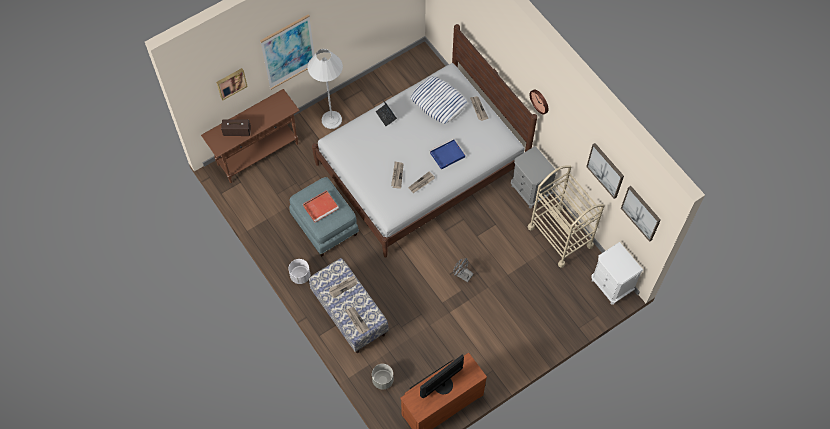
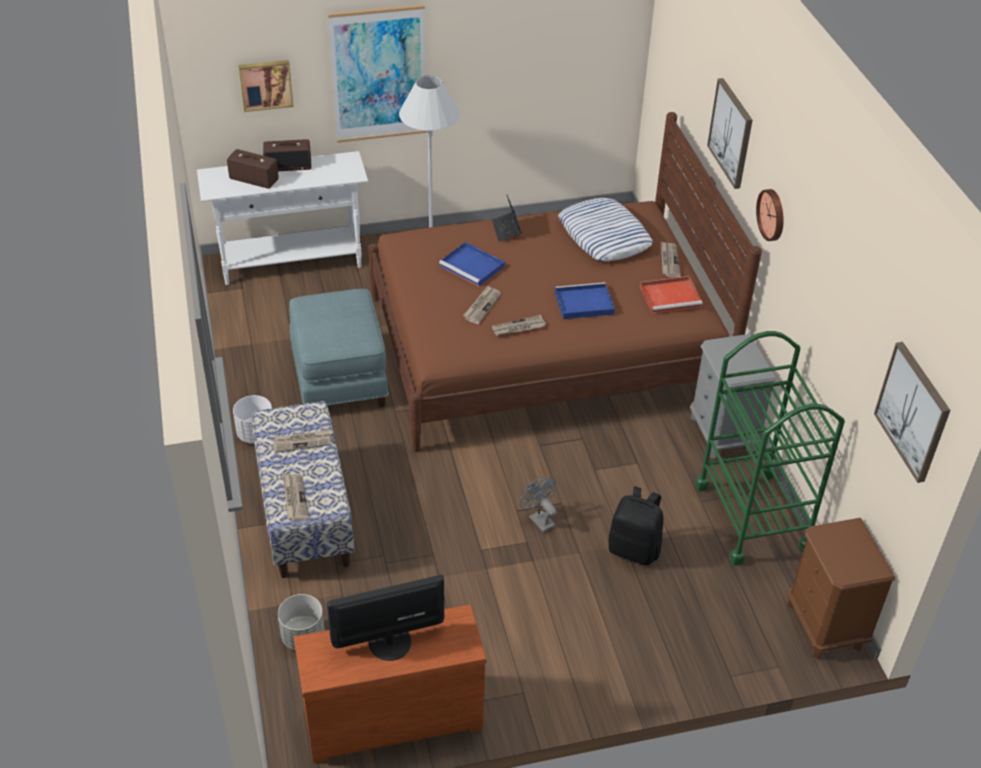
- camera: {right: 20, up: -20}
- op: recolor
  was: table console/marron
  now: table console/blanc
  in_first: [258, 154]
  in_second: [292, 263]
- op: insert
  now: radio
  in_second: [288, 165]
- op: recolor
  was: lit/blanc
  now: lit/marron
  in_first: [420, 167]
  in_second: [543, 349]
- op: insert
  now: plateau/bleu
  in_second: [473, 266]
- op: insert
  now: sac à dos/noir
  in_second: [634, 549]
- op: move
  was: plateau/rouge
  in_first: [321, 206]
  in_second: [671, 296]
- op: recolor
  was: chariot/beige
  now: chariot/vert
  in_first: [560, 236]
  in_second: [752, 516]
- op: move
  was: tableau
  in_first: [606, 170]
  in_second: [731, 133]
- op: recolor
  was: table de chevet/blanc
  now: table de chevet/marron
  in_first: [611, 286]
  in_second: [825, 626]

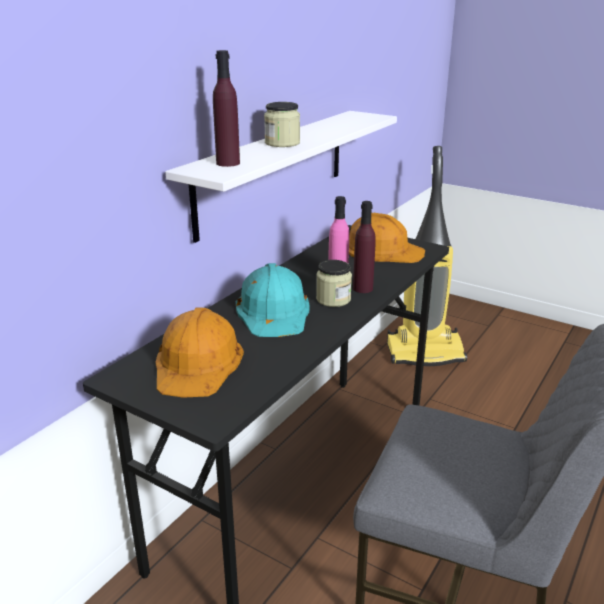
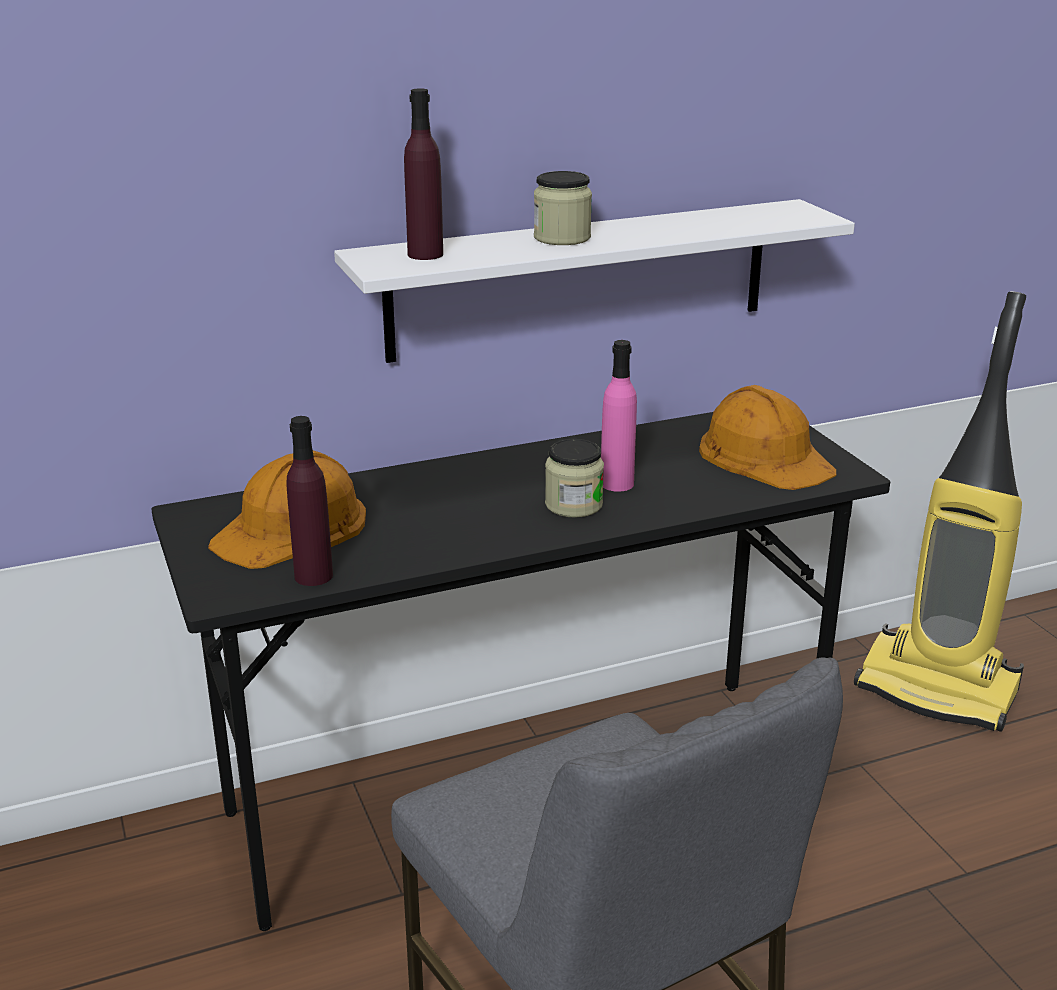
- camera: {right: 35, up: 0}
- op: move
  was: bouteille/violet
  in_first: [362, 288]
  in_second: [313, 576]
- op: delete
  was: casque de chantier/turquoise
  in_first: [274, 311]

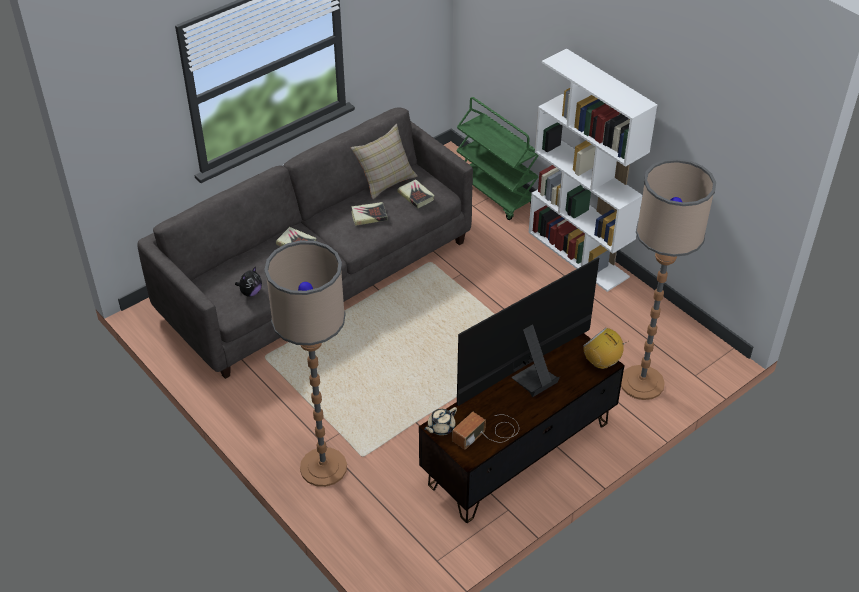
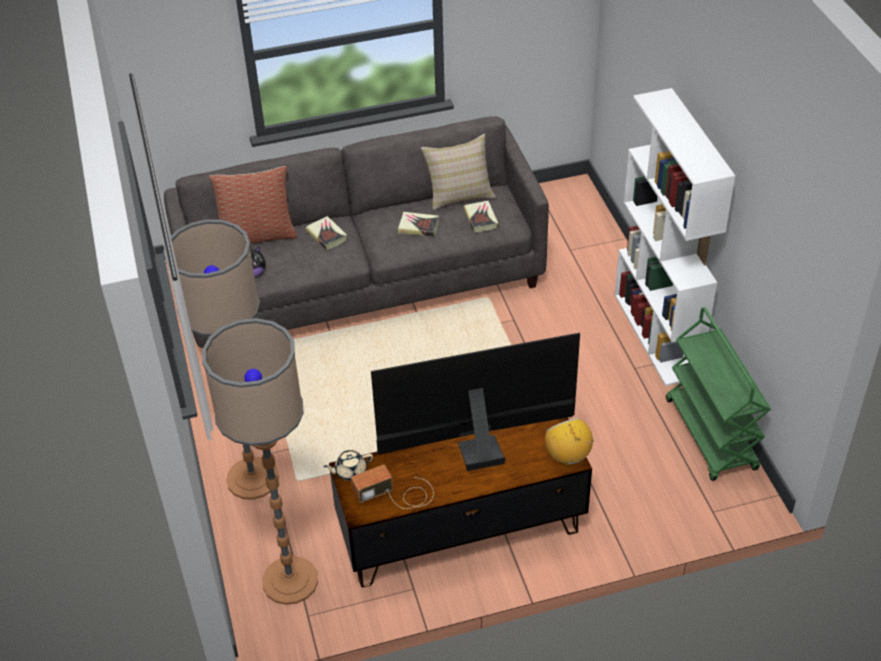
- camera: {right: 25, up: 0}
- op: move
  was: lampadaire
  in_first: [641, 382]
  in_second: [290, 580]
- op: insert
  now: coussin
  in_second: [257, 235]
- op: move
  was: chariot/vert
  in_first: [495, 193]
  in_second: [711, 435]

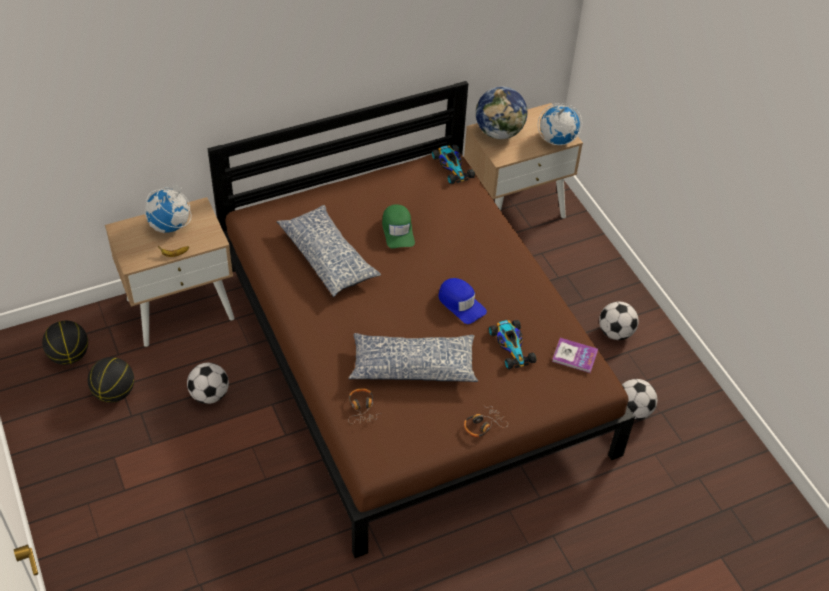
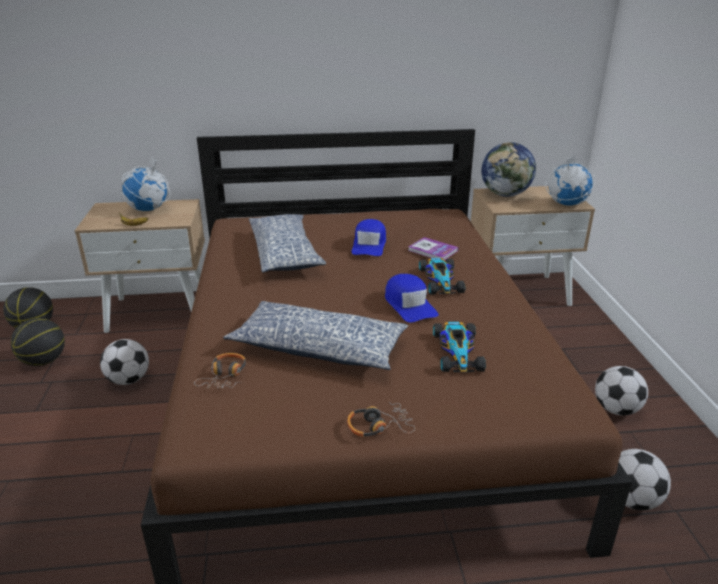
- camera: {right: 20, up: -20}
- op: recolor
  was: casquette/vert
  now: casquette/bleu
  in_first: [398, 230]
  in_second: [369, 245]
- op: move
  was: livre
  in_first: [574, 356]
  in_second: [432, 250]
- op: move
  was: petite voiture
  in_first: [452, 166]
  in_second: [440, 280]

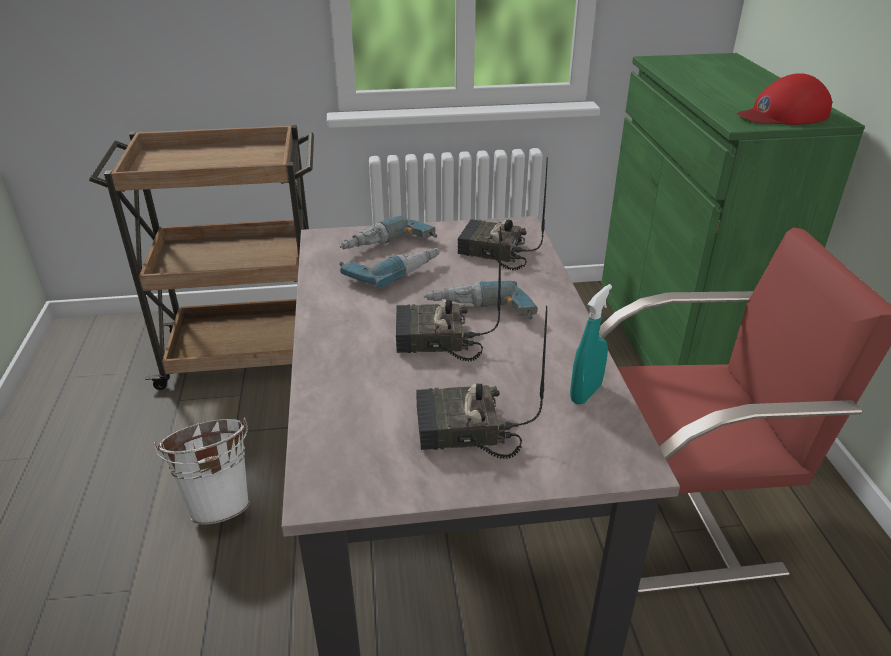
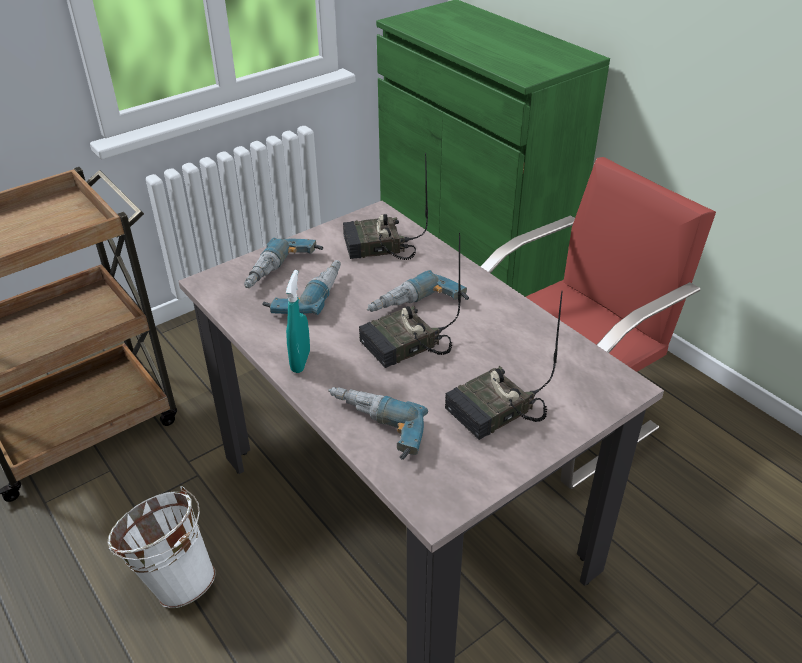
- camera: {right: -30, up: 5}
- op: move
  was: vaporisateur/turquoise
  in_first: [585, 393]
  in_second: [300, 361]
- op: insert
  now: perceuse
  in_second: [371, 430]
- op: delete
  was: casquette/rouge
  in_first: [783, 115]

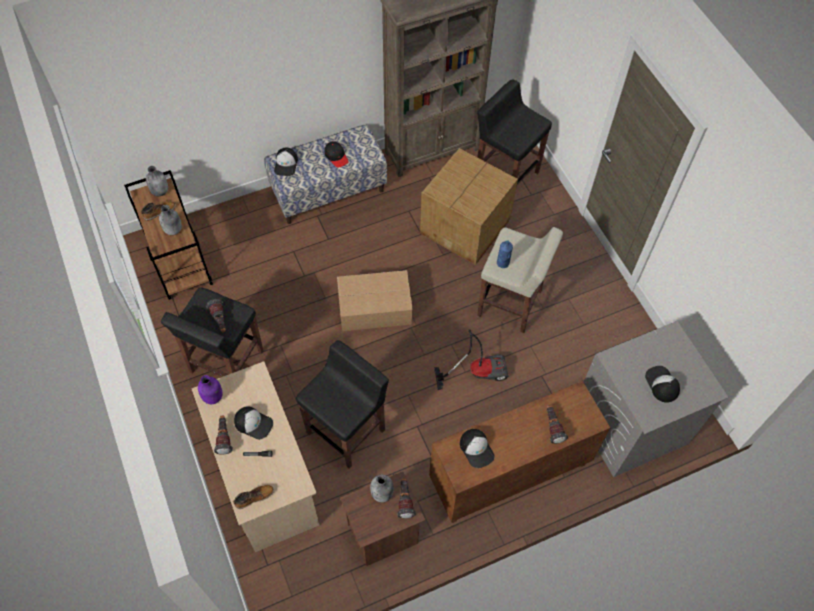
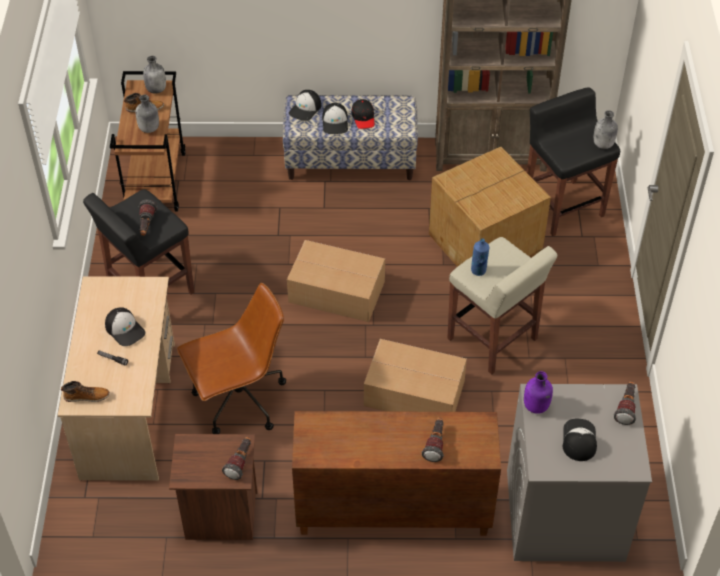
- camera: {right: 25, up: -10}
- op: replace
  was: tabouret/noir
  now: chaise de bureau/marron
  in_first: [347, 431]
  in_second: [238, 401]
- op: move
  was: casquette
  in_first: [477, 449]
  in_second: [335, 122]
- op: replace
  was: aspirateur
  now: carton
  in_first: [477, 371]
  in_second: [415, 394]
- op: move
  was: bouteille/violet
  in_first: [213, 397]
  in_second: [536, 406]
- op: move
  was: bouteille/gris
  in_first: [382, 494]
  in_second: [603, 145]
- op: move
  was: lampe de poche
  in_first: [224, 437]
  in_second: [626, 407]

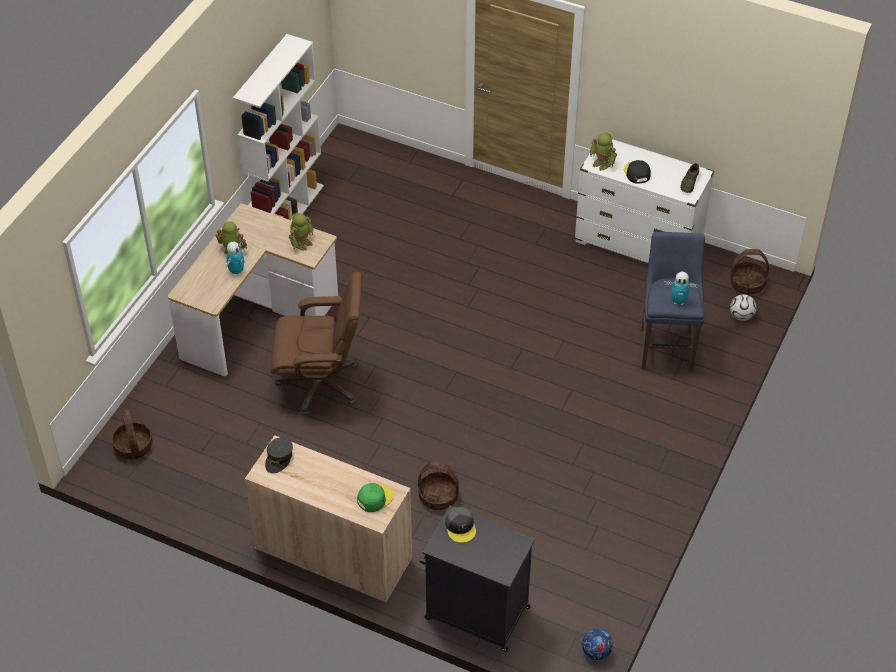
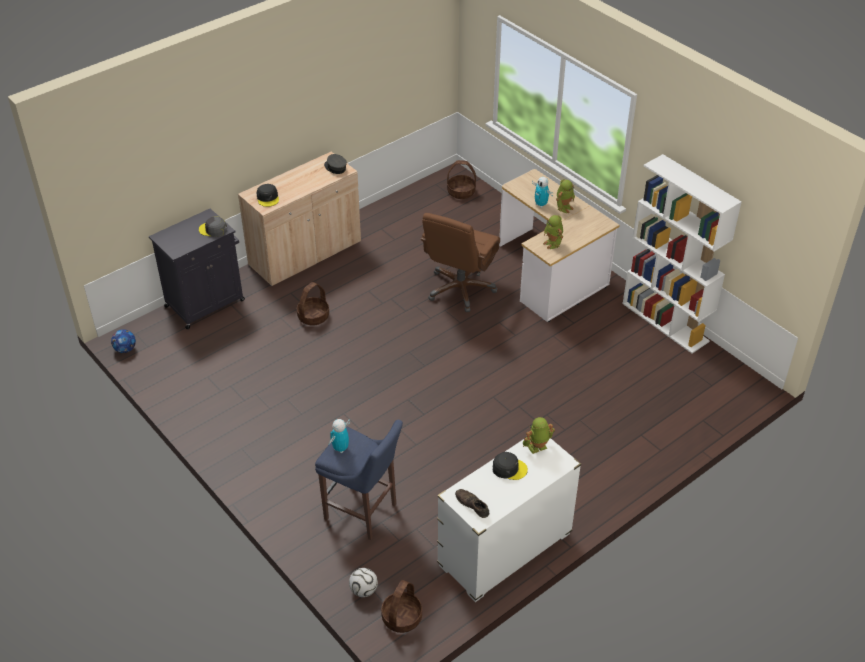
- camera: {right: 115, up: -5}
- op: recolor
  was: casquette/vert
  now: casquette/noir
  in_first: [374, 498]
  in_second: [268, 198]

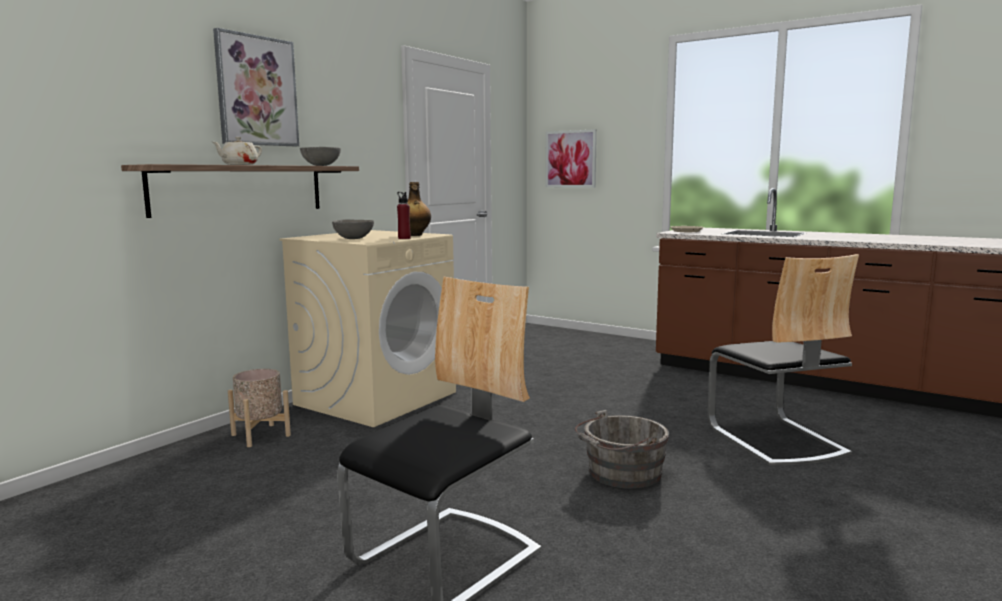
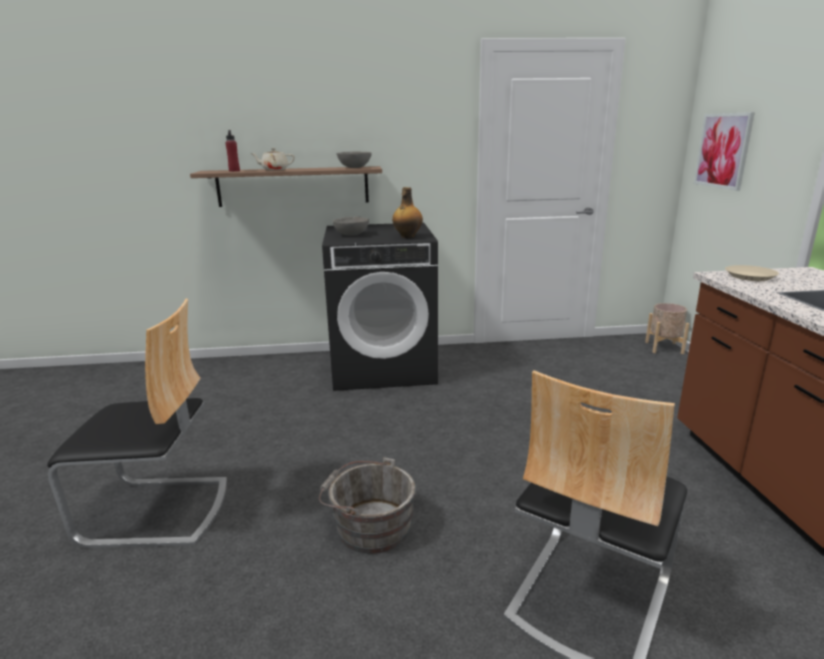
- camera: {right: 50, up: 10}
- op: move
  was: bouteille/rouge
  in_first: [404, 238]
  in_second: [234, 171]
- op: recolor
  was: lave-linge/beige
  now: lave-linge/noir
  in_first: [376, 398]
  in_second: [384, 367]
- op: move
  was: cache-pot/beige
  in_first: [260, 435]
  in_second: [664, 347]
- op: delete
  was: tableau
  in_first: [256, 91]

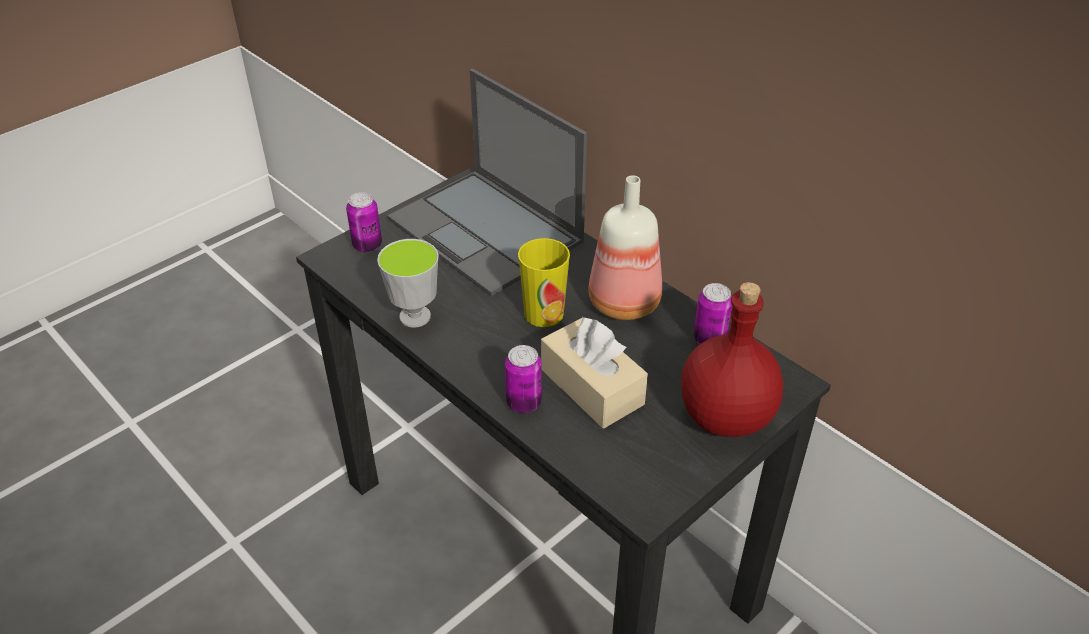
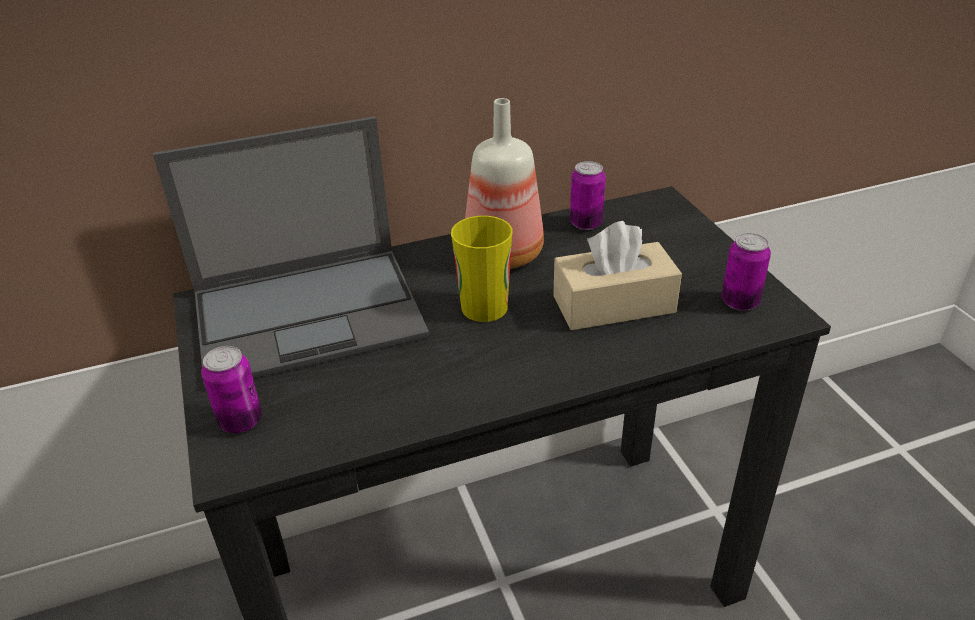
- camera: {right: -65, up: -5}
- op: move
  was: boîte métallique
  in_first: [524, 403]
  in_second: [739, 302]
- op: delete
  was: tasse
  in_first: [415, 316]
- op: delete
  was: bouteille/rouge
  in_first: [727, 417]

